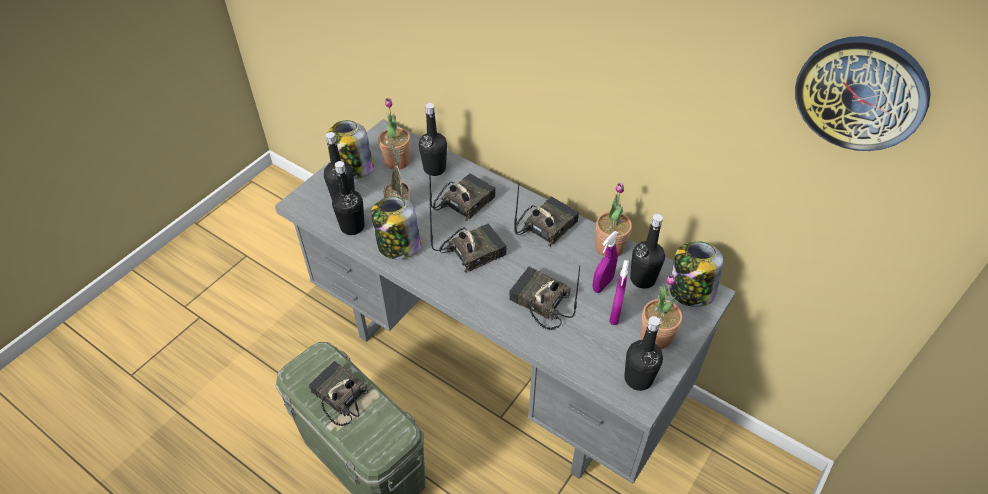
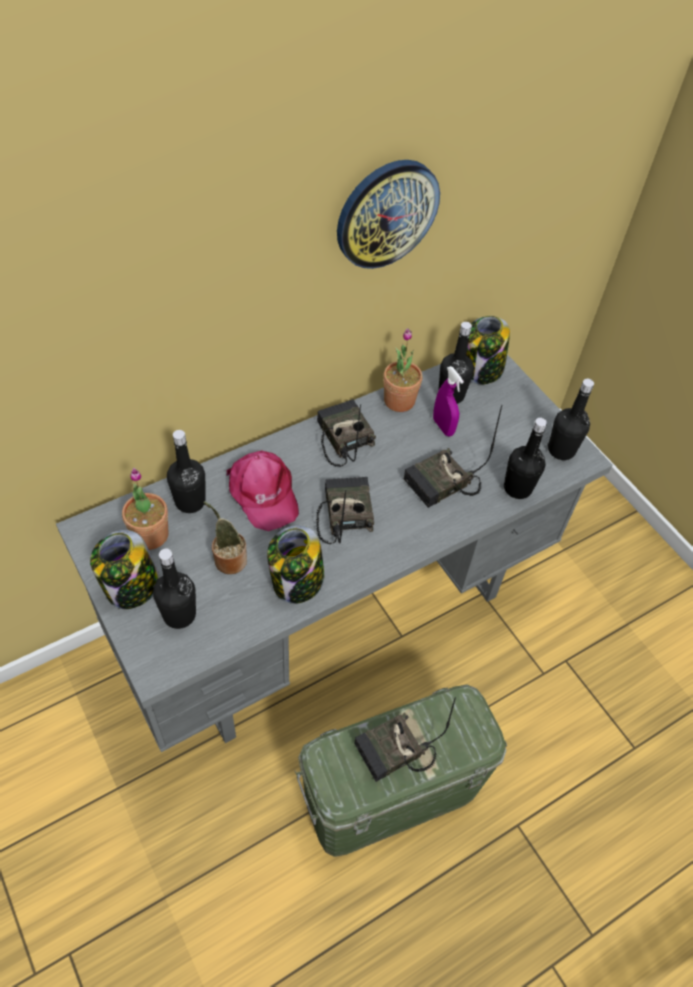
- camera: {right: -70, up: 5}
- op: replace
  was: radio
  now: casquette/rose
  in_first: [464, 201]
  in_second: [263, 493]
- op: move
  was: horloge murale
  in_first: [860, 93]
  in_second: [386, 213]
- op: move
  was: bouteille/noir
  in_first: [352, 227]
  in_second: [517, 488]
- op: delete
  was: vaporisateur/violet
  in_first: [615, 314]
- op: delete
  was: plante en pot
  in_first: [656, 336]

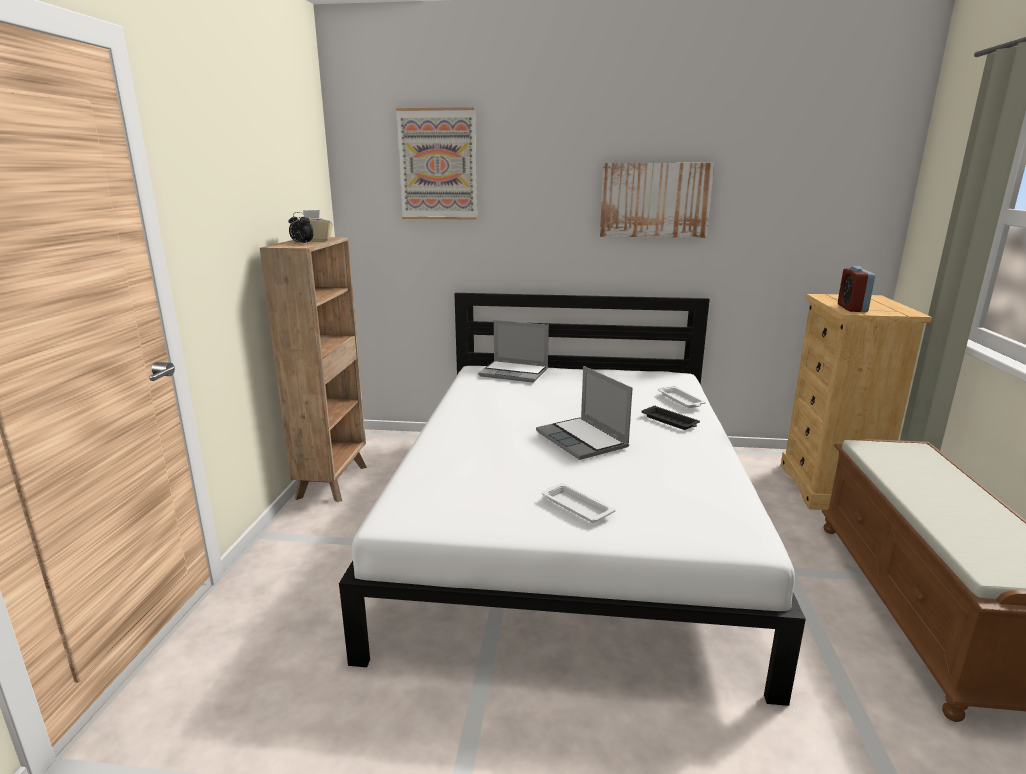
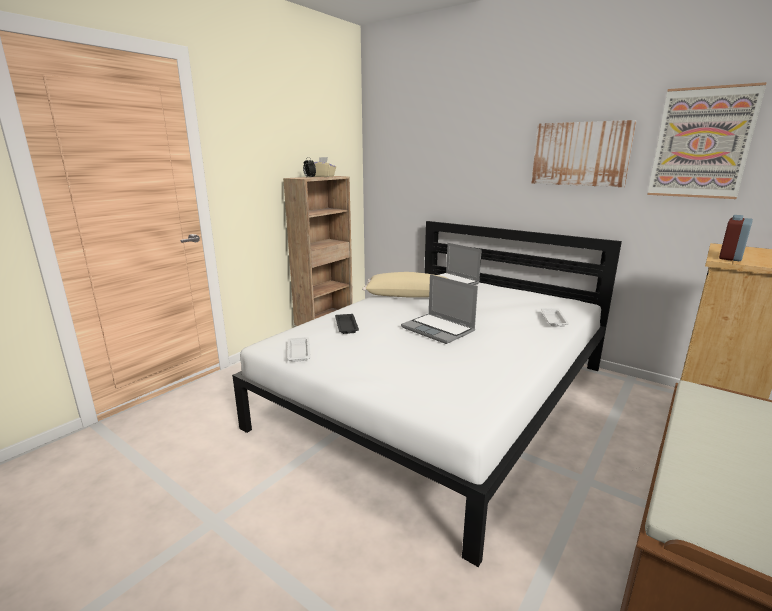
- camera: {right: 30, up: 0}
- op: move
  was: plateau/blanc
  in_first: [576, 506]
  in_second: [299, 351]
- op: move
  was: plateau/noir
  in_first: [670, 421]
  in_second: [346, 326]
- op: insert
  now: coussin/beige
  in_second: [408, 295]
- op: rotate
  was: ordinateur portable
  in_first: [583, 440]
  in_second: [439, 329]
  clockwise: -45
- op: move
  was: tableau
  in_first: [438, 165]
  in_second: [701, 143]

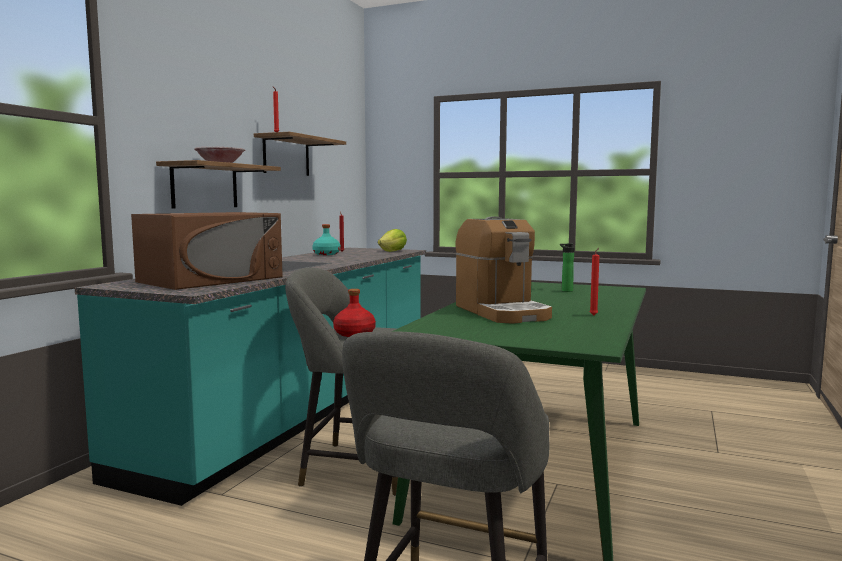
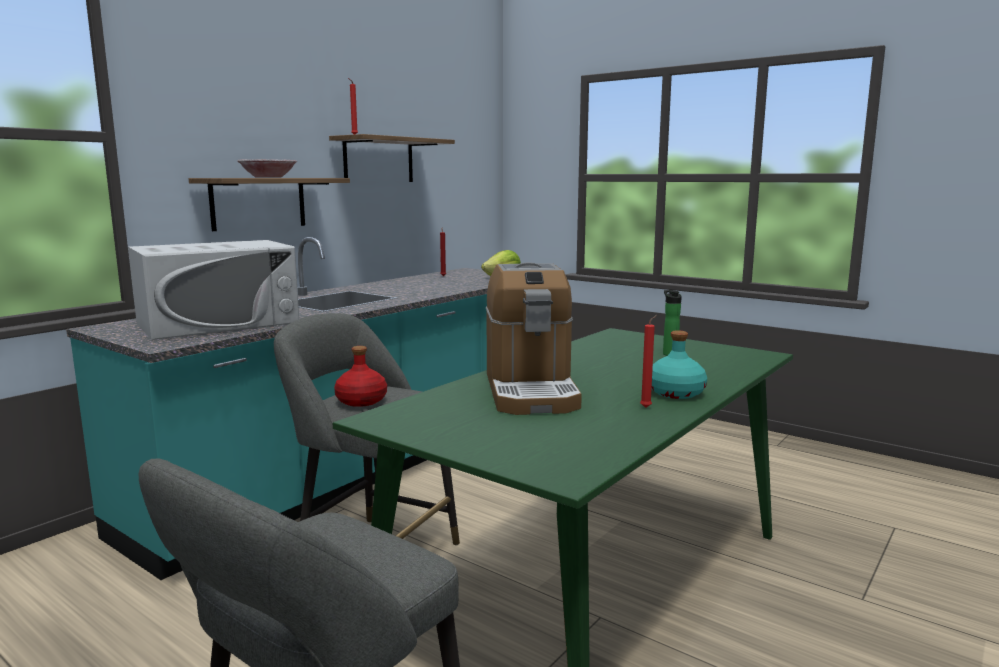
- camera: {right: 15, up: 5}
- op: recolor
  was: micro-ondes/marron
  now: micro-ondes/blanc
  in_first: [211, 279]
  in_second: [218, 323]
- op: move
  was: bouteille/turquoise
  in_first: [326, 254]
  in_second: [675, 393]

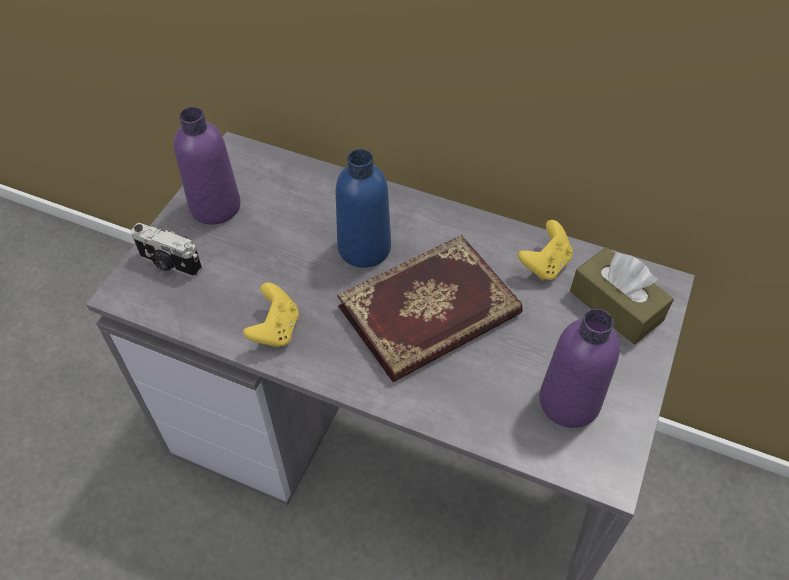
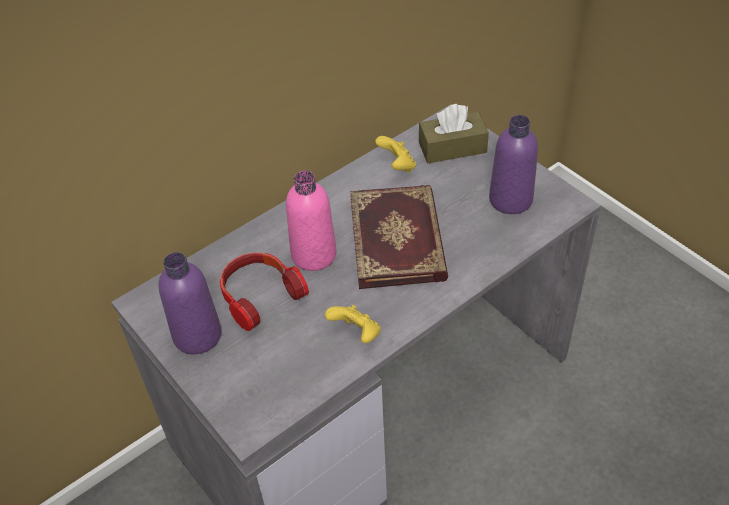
- camera: {right: -60, up: -5}
- op: insert
  now: casque audio
  in_second: [259, 295]
- op: recolor
  was: bouteille/bleu
  now: bouteille/rose
  in_first: [364, 248]
  in_second: [313, 254]
- op: delete
  was: appareil photo
  in_first: [169, 264]

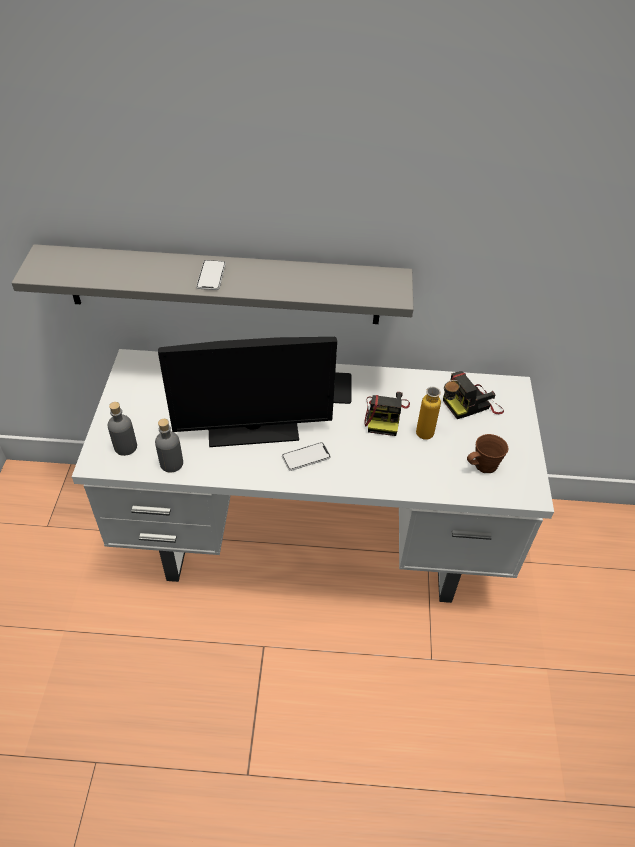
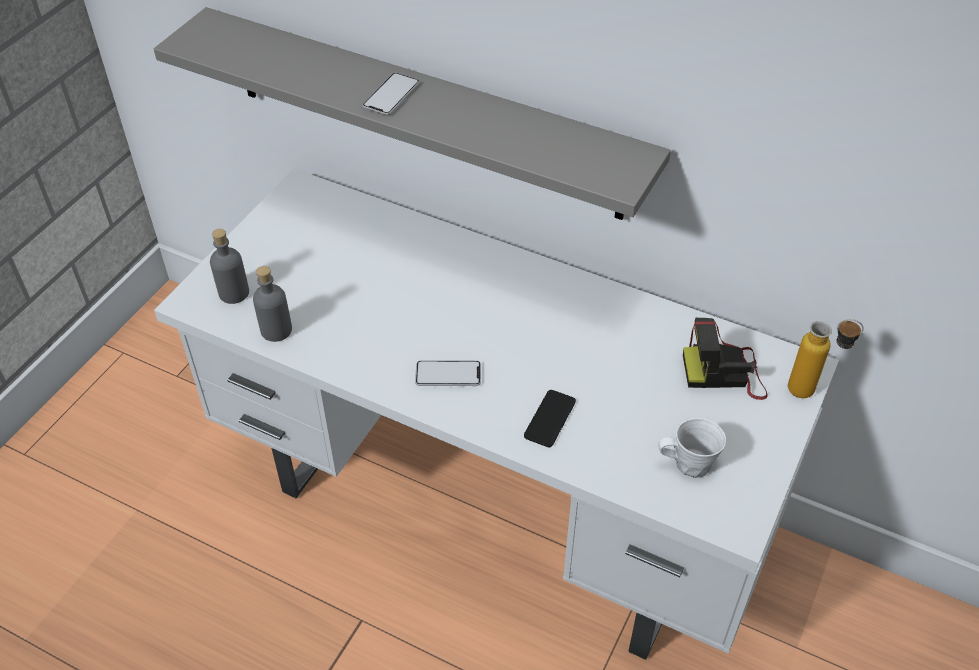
- camera: {right: 25, up: 0}
- op: move
  was: téléphone
  in_first: [341, 388]
  in_second: [550, 419]
- op: recolor
  was: mug/marron
  now: mug/blanc
  in_first: [483, 465]
  in_second: [690, 463]
- op: move
  was: bouteille
  in_first: [432, 433]
  in_second: [812, 391]
- op: delete
  was: écran d'ordinateur
  in_first: [253, 428]
- op: delete
  was: appareil photo
  in_first: [385, 415]

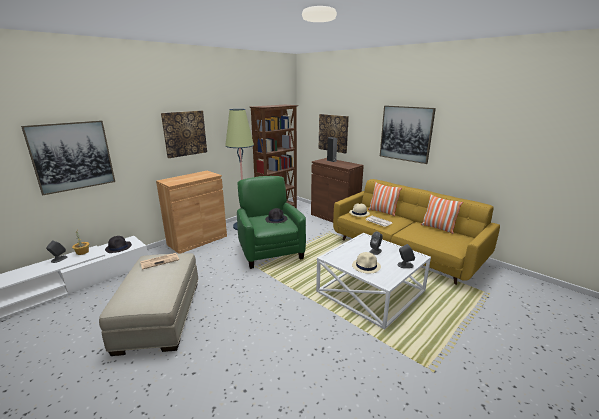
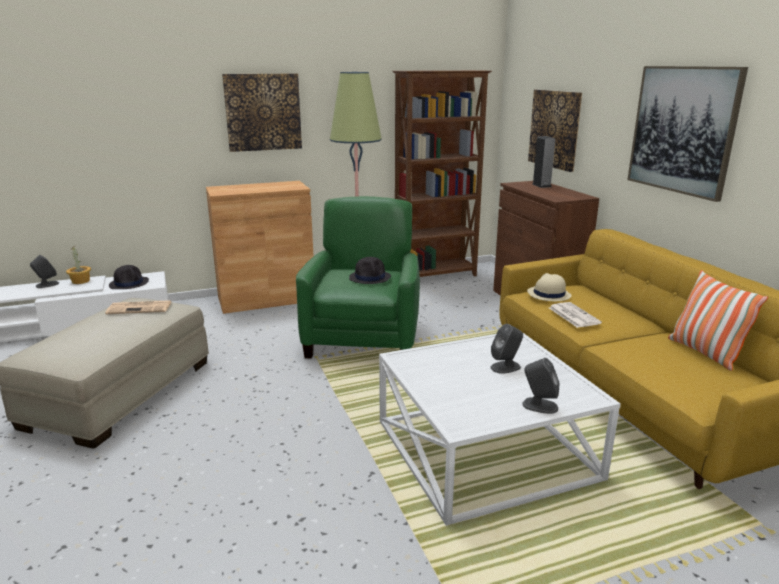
- camera: {right: 25, up: 0}
- op: delete
  was: tableau
  in_first: [72, 156]
- op: delete
  was: chapeau/beige
  in_first: [366, 266]
- op: delete
  was: coussin
  in_first: [382, 212]

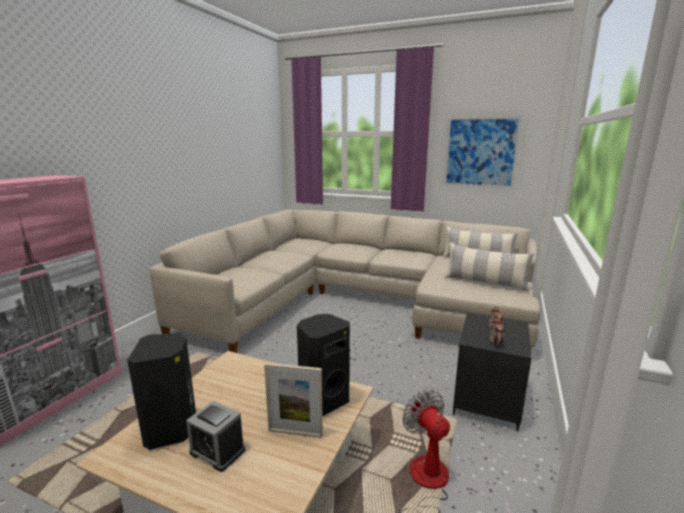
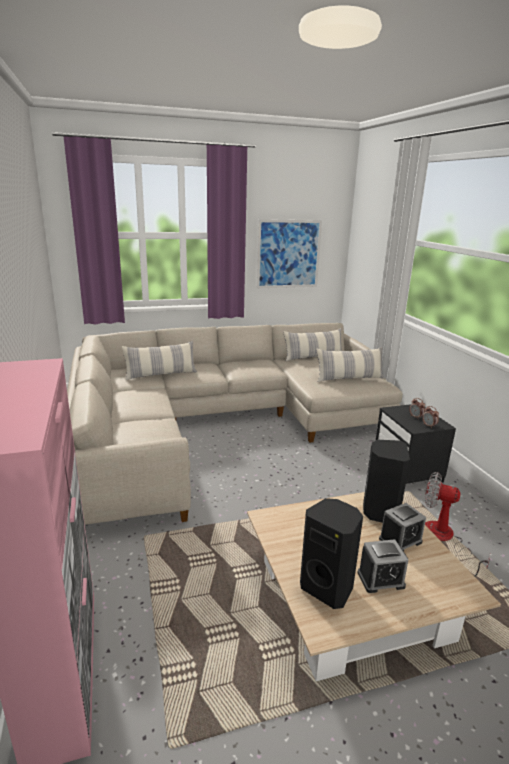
- camera: {right: -40, up: 5}
- op: insert
  now: coussin
  in_second: [161, 374]
- op: replace
  was: cadre photo
  now: réveil
  in_first: [295, 433]
  in_second: [400, 540]

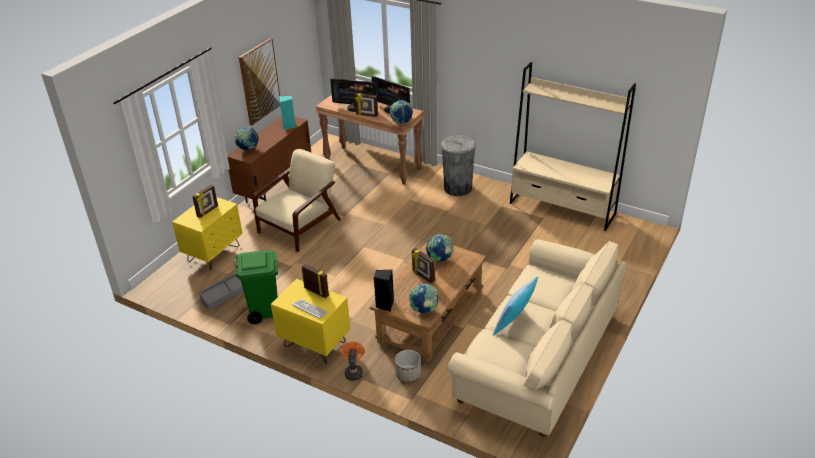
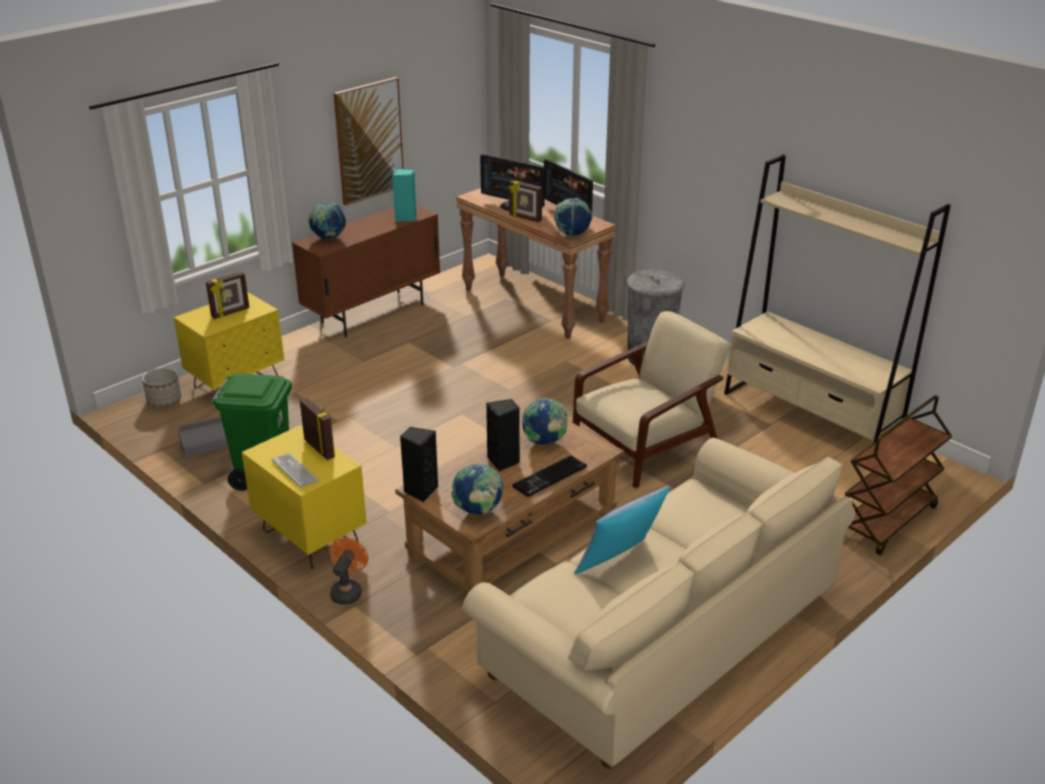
- camera: {right: 15, up: -5}
- op: move
  was: cache-pot
  in_first: [408, 374]
  in_second: [164, 400]
- op: replace
  was: cadre photo
  now: enceinte/noir
  in_first: [423, 276]
  in_second: [504, 461]
- op: insert
  now: clavier
  in_second: [550, 478]
- op: move
  was: fauteuil/beige
  in_first: [300, 226]
  in_second: [647, 445]
- op: insert
  now: chariot/marron
  in_second: [887, 522]

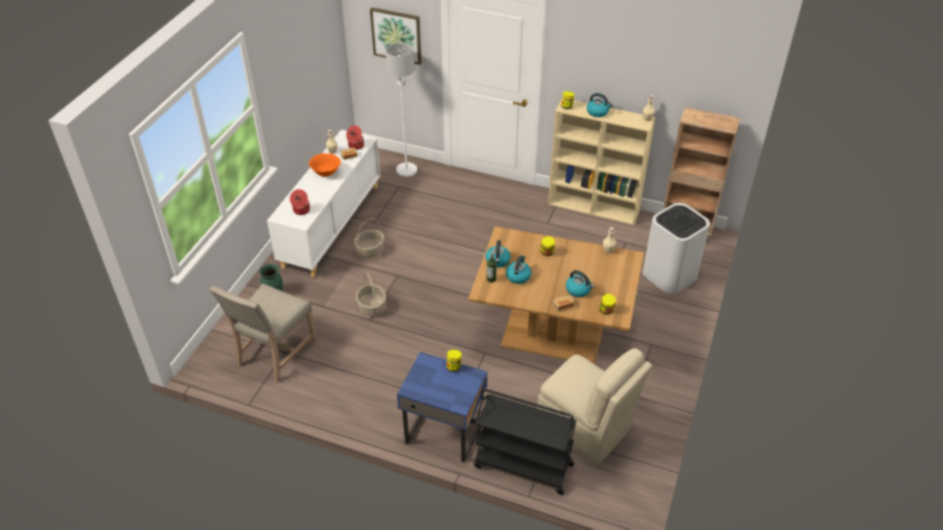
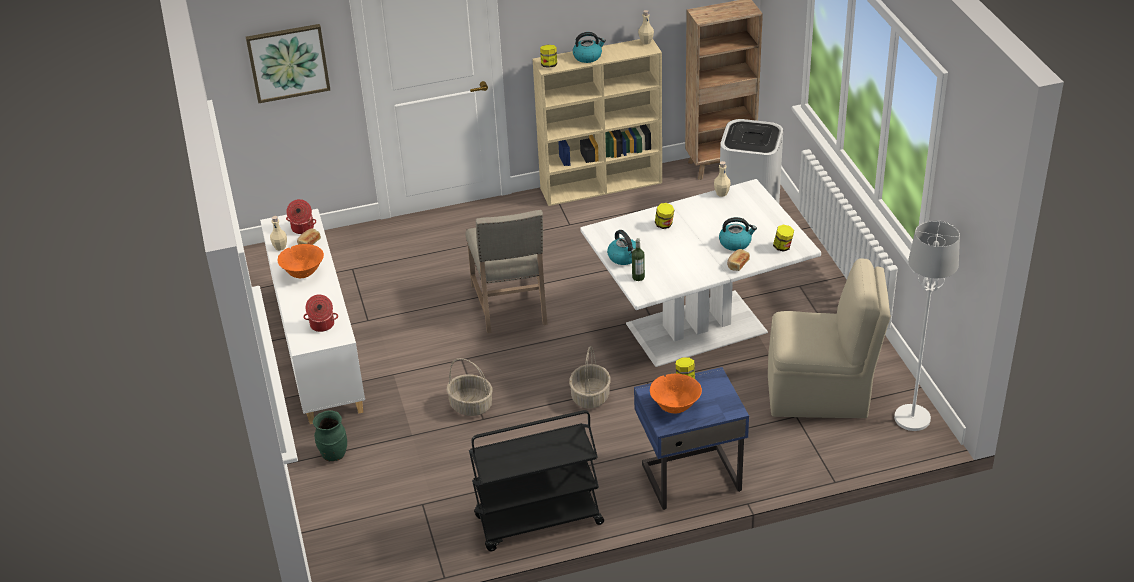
- camera: {right: -35, up: -5}
- op: move
  was: chaise/beige
  in_first: [274, 354]
  in_second: [512, 306]
- op: move
  was: chariot/noir
  in_first: [522, 466]
  in_second: [538, 521]
- op: move
  was: panier
  in_first: [370, 251]
  in_second: [590, 397]
- op: recolor
  was: table à manger/marron
  now: table à manger/blanc
  in_first: [552, 336]
  in_second: [697, 329]
- op: insert
  now: bol/orange
  in_second: [675, 407]
- op: move
  was: lampadaire/blanc
  in_first: [407, 170]
  in_second: [912, 418]
- op: delete
  was: bouilloire
  in_first: [518, 276]

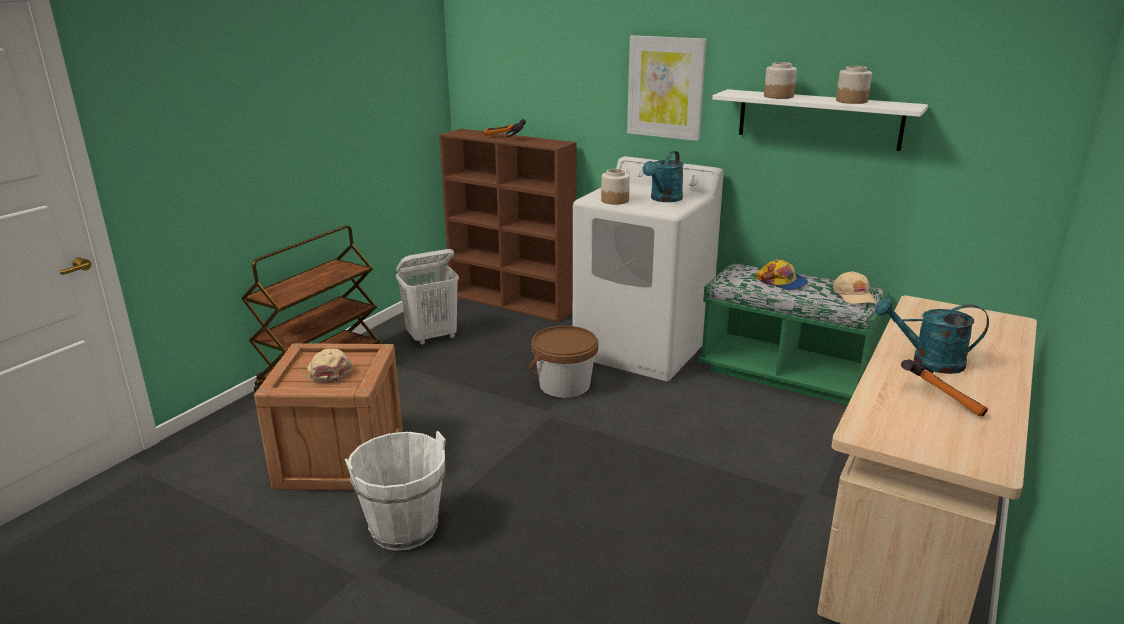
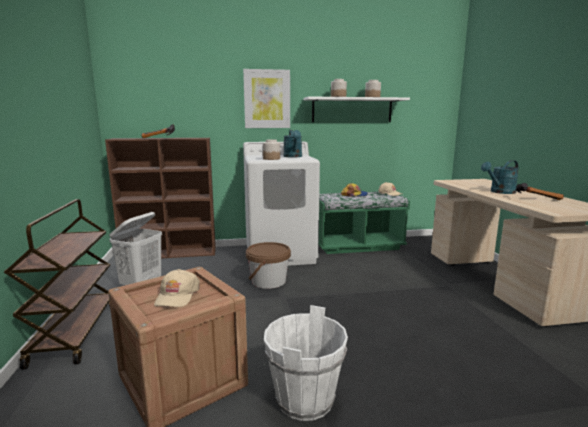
- camera: {right: -40, up: -10}
- op: rotate
  was: casquette/beige
  in_first: [329, 371]
  in_second: [177, 296]
  clockwise: -105

